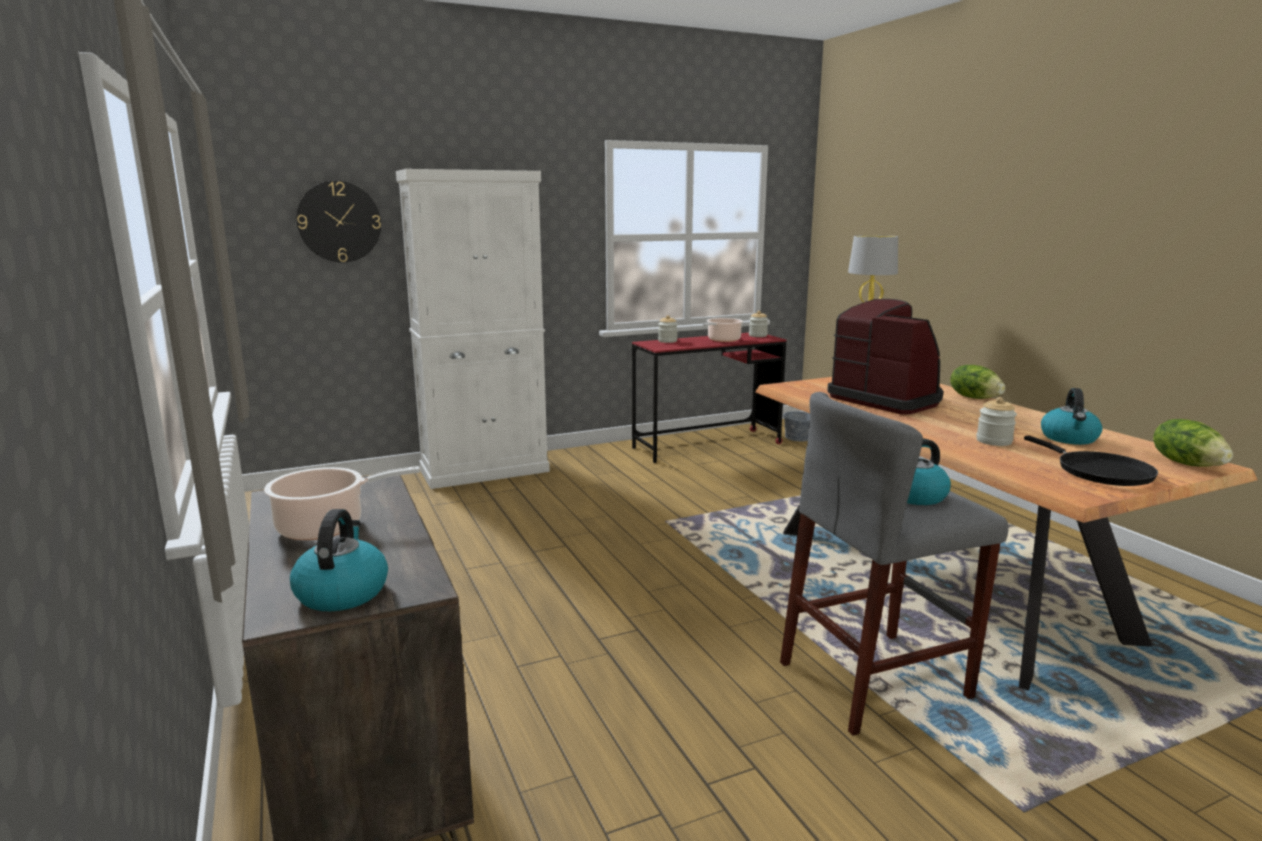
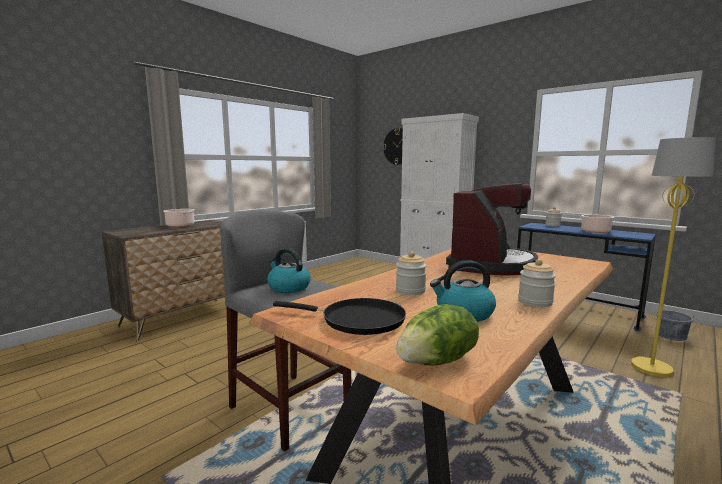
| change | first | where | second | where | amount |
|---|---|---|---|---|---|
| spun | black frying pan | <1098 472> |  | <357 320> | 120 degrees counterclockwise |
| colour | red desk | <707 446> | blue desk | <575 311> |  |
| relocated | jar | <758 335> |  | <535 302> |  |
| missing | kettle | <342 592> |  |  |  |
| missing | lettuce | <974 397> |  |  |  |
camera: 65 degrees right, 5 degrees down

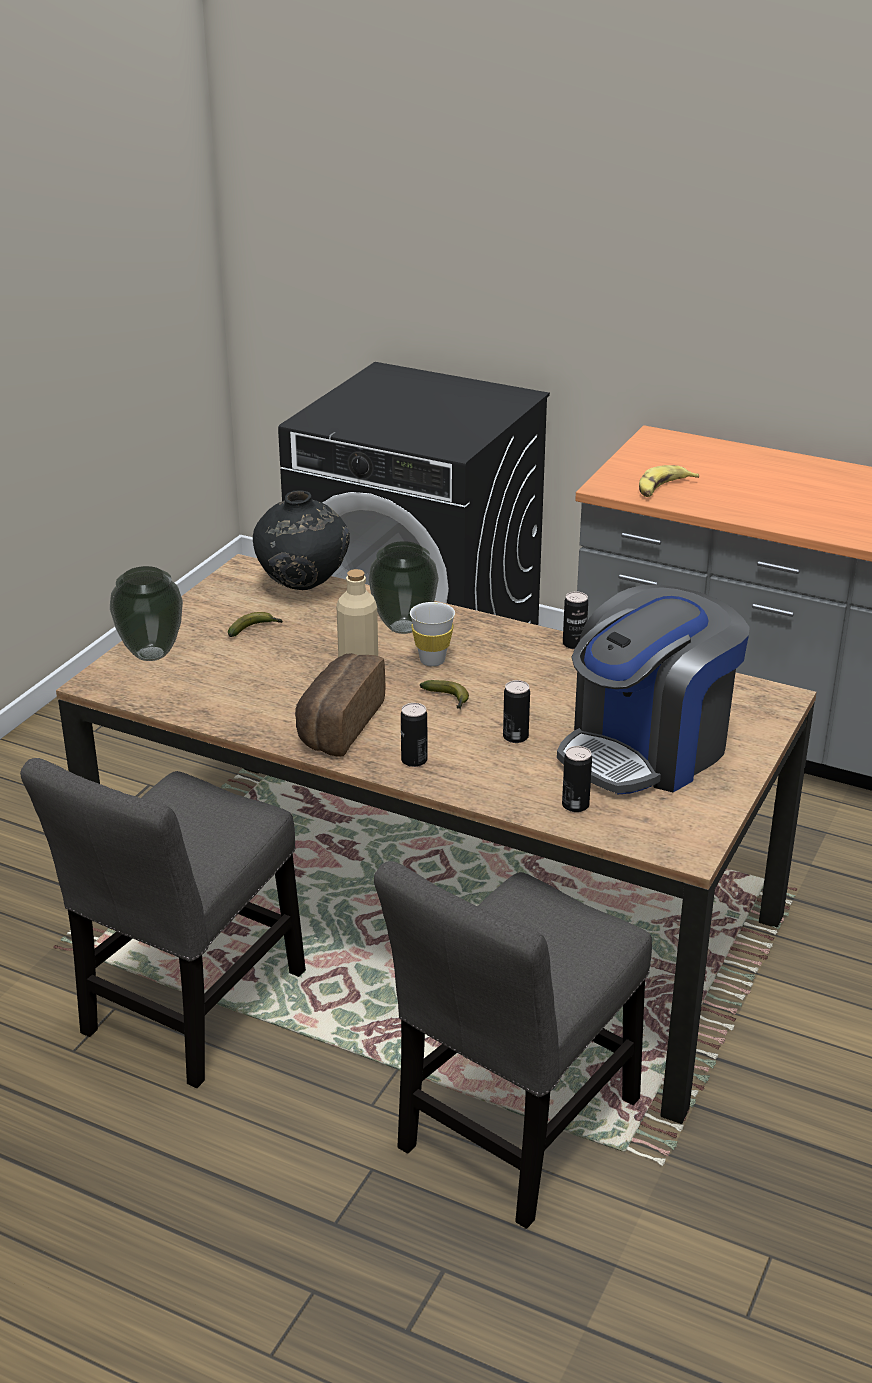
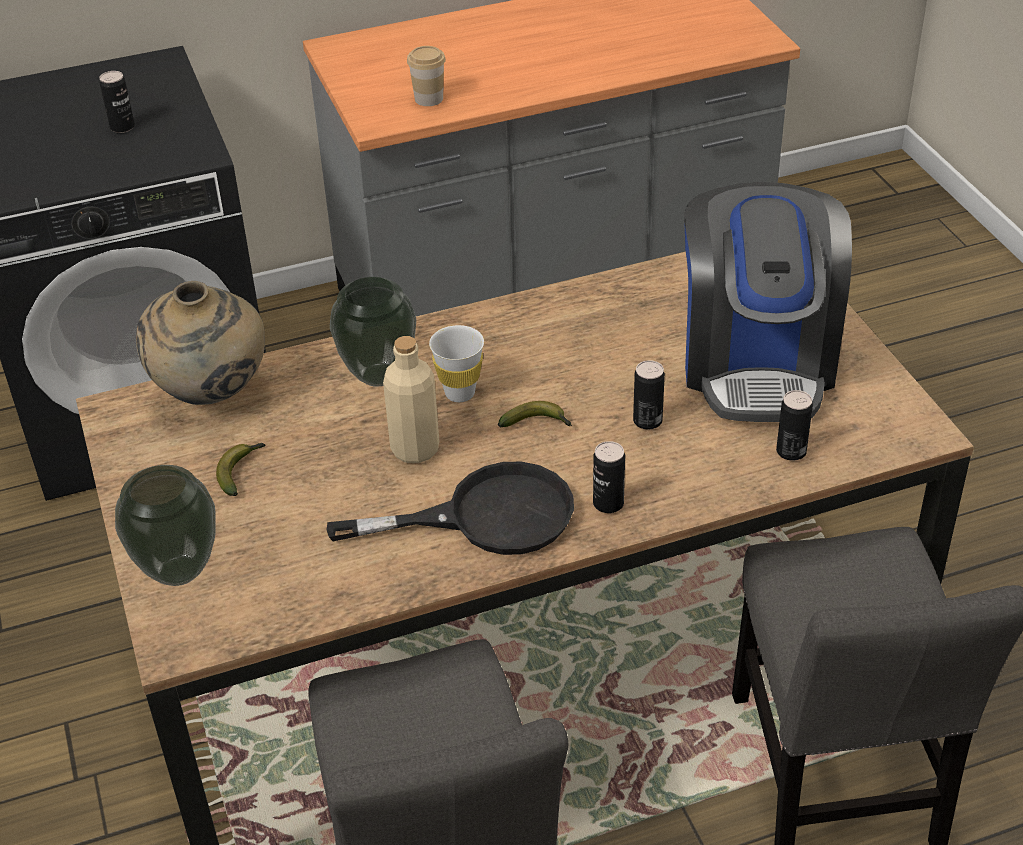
| change | first | where | second | where | amount |
|---|---|---|---|---|---|
| relocated | can | <574 644> |  | <122 127> |  |
| colour | black vase | <304 588> | beige vase | <213 394> |  |
| exchanged | bread | <337 724> | black frying pan | <486 517> |  |
| exchanged | banana | <663 489> | cup | <429 99> |  |
camera: 45 degrees left, 10 degrees up

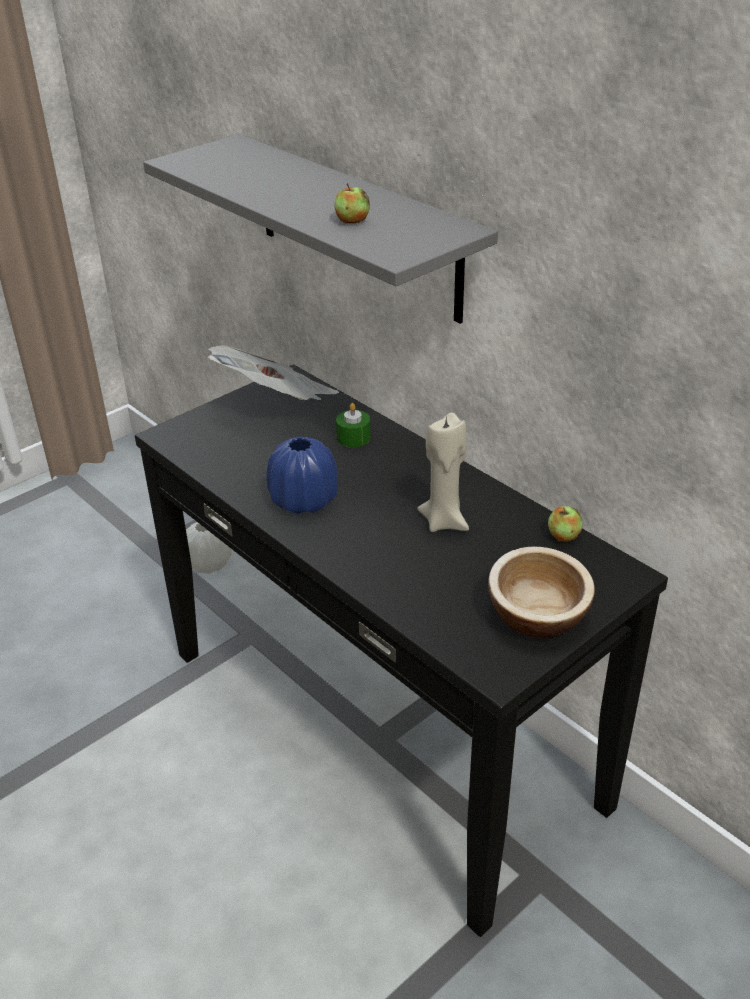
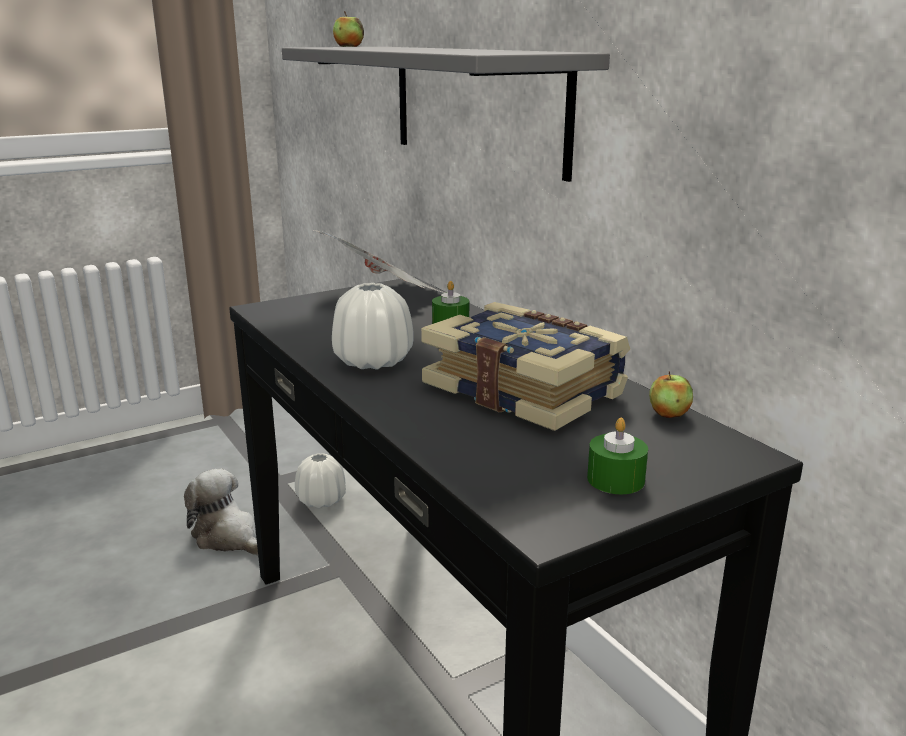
| change | first | where | second | where | amount |
|---|---|---|---|---|---|
| appeared |  |  | plush toy | <228 537> |  |
| colour | blue vase | <304 500> | white vase | <373 361> |  |
| relocated | apple | <352 221> |  | <349 47> |  |
| exchanged | beige candle | <444 521> | book | <525 389> |  |
| exchanged | bowl | <537 616> | green candle | <615 479> |  |
camera: 10 degrees right, 15 degrees down

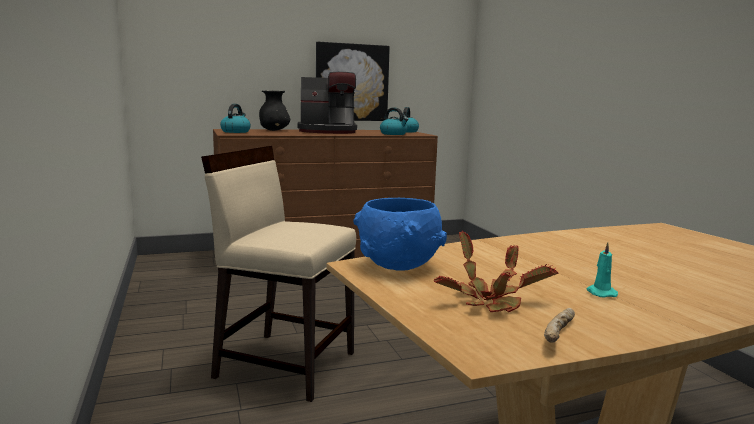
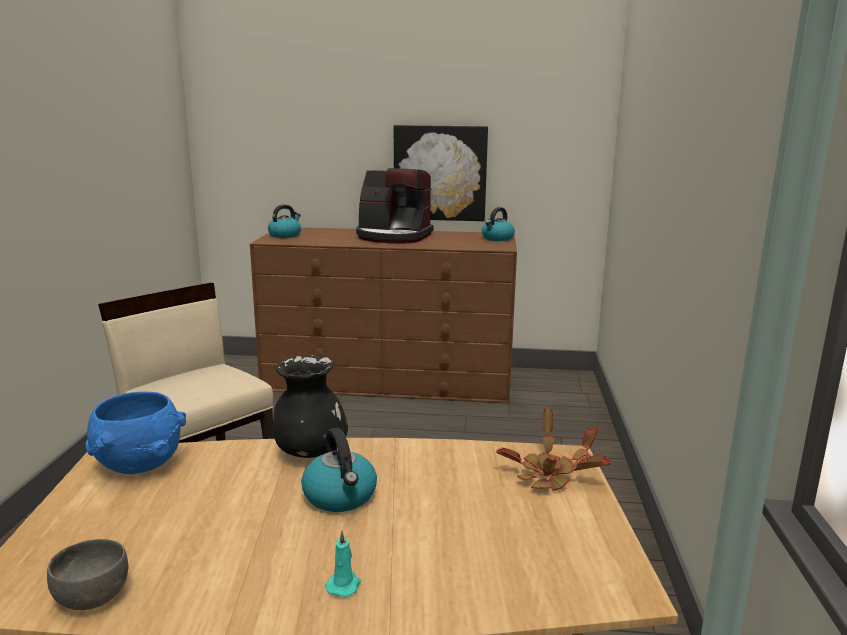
| change | first | where | second | where | amount |
|---|---|---|---|---|---|
| exchanged | bread | <560 335> | grey bowl | <91 596> |  |
| relocated | black vase | <274 130> |  | <310 451> |  |
| relocated | kettle | <394 134> |  | <340 496> |  |
| relocated | turquoise candle | <600 293> |  | <344 585> |  |
| relocated | potted plant | <489 299> |  | <550 474> |  |
camera: 25 degrees right, 5 degrees up

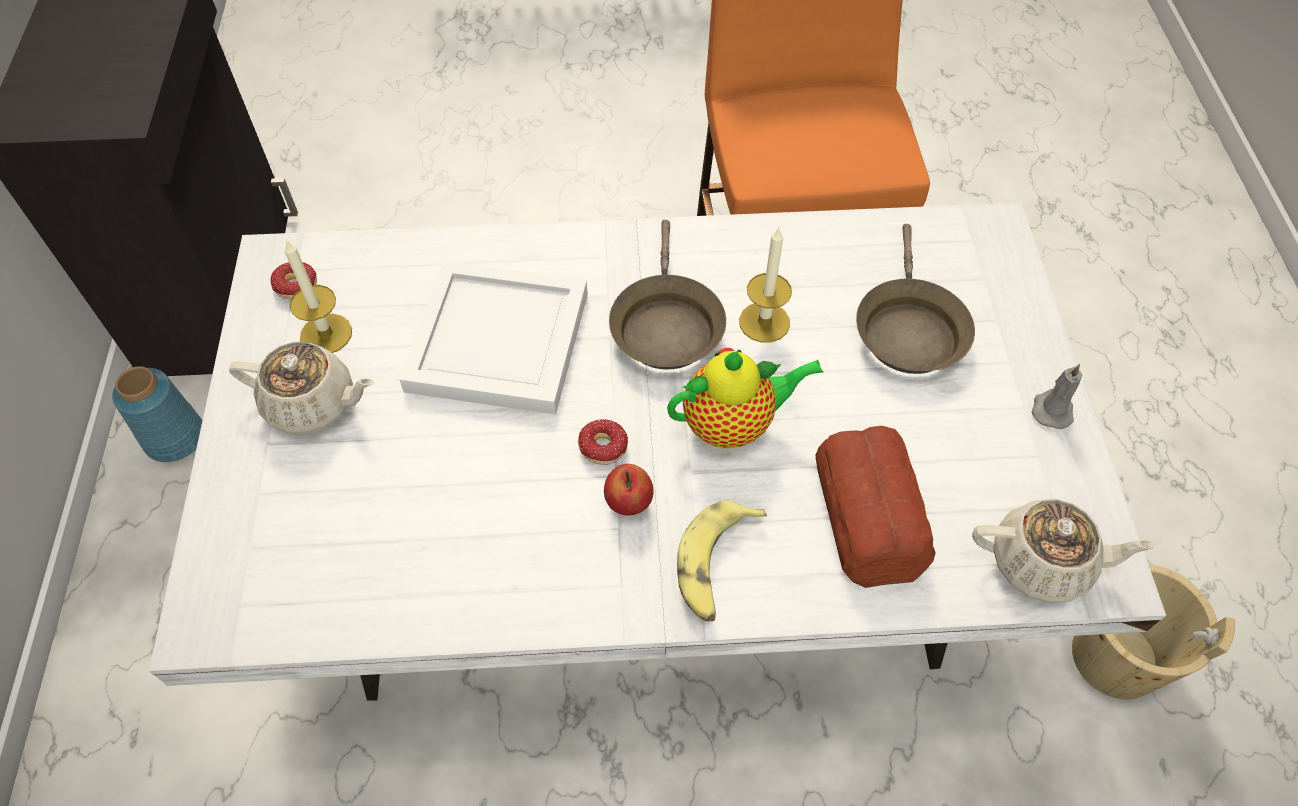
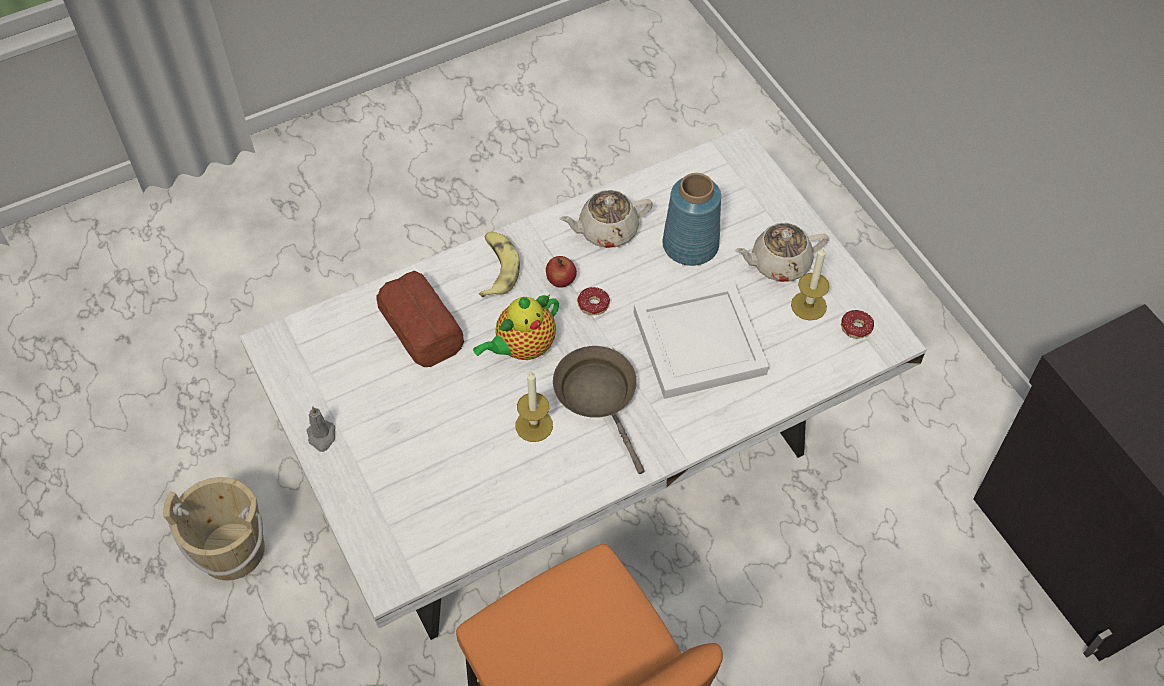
| change | first | where | second | where | amount |
|---|---|---|---|---|---|
| relocated | beige teapot | <1042 563> |  | <606 230> |  |
| relocated | blue vase | <176 437> |  | <690 246> |  |
| missing | brown frying pan | <908 329> |  |  |  |
camera: 155 degrees right, 0 degrees up

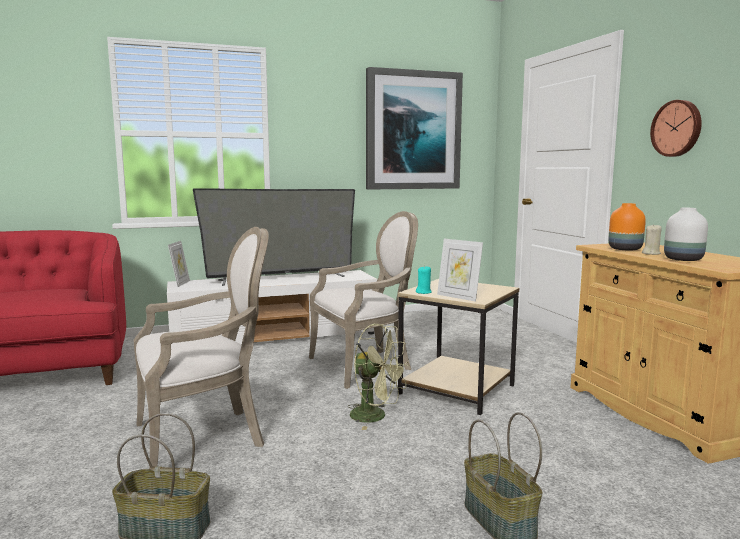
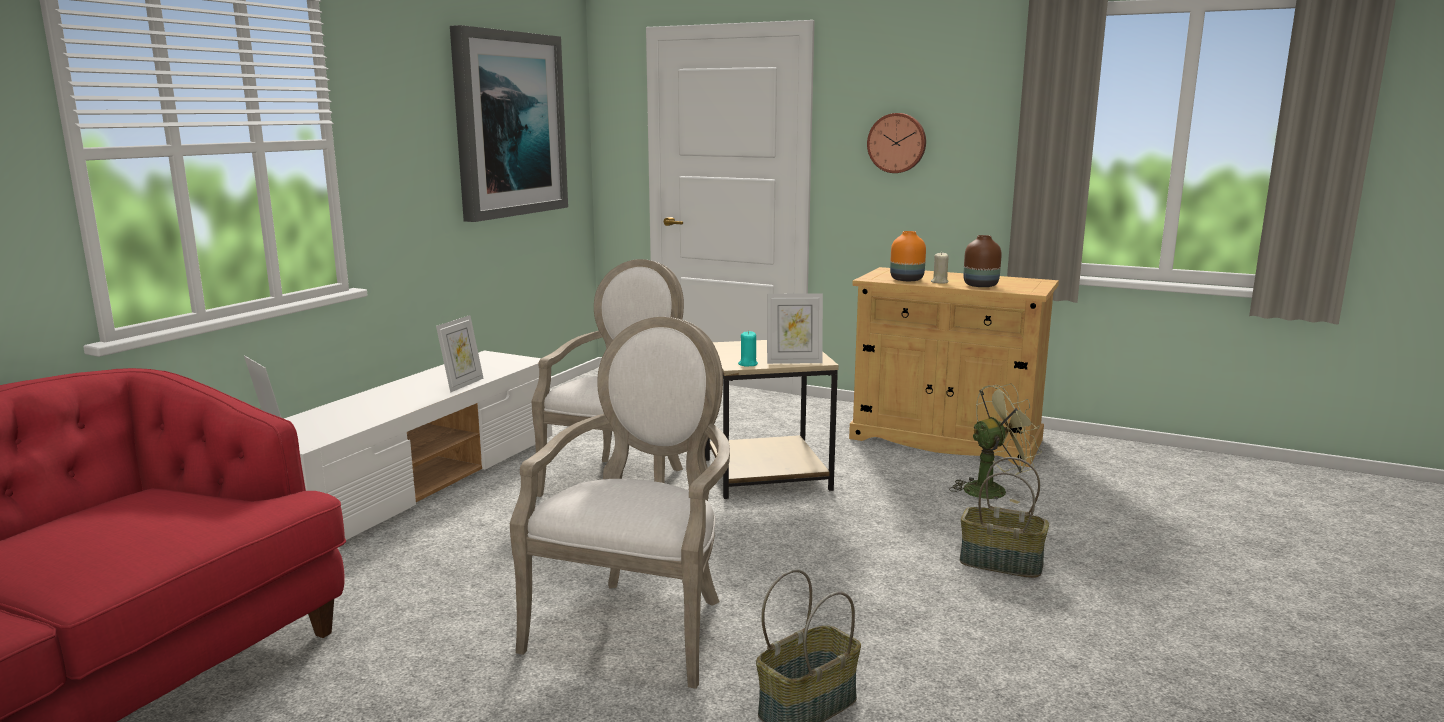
| change | first | where | second | where | amount |
|---|---|---|---|---|---|
| appeared |  |  | picture frame | <462 384> |  |
| relocated | green fan | <376 417> |  | <992 490> |  |
| colour | white vase | <682 259> | brown vase | <979 285> |  |
| missing | television | <281 278> |  |  |  |
camera: 45 degrees left, 5 degrees up

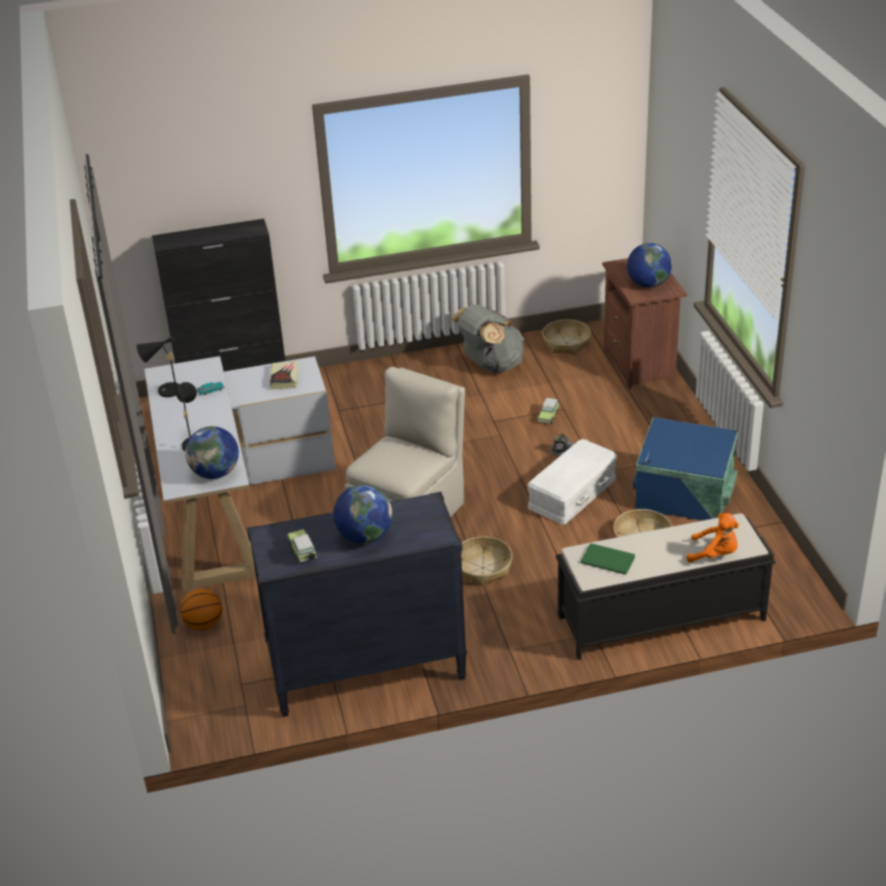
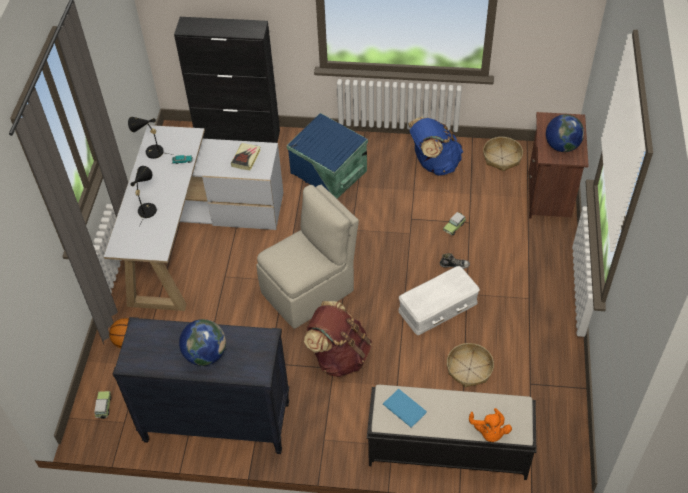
| change | first | where | second | where | amount |
|---|---|---|---|---|---|
| relocated | toy car | <303 552> |  | <103 408> |  |
| relocated | blue storage box | <685 496> |  | <328 173> |  |
| exchanged | basket | <482 567> | brown backpack | <339 356> |  |
| colour | green book | <607 559> | blue book | <404 407> |  |
| colour | grey backpack | <490 365> | blue backpack | <434 163> |  |
| spun | orange plush toy | <715 554> |  | <489 432> | 45 degrees clockwise |
| missing | globe | <215 473> |  |  |  |
camera: 20 degrees right, 15 degrees up

